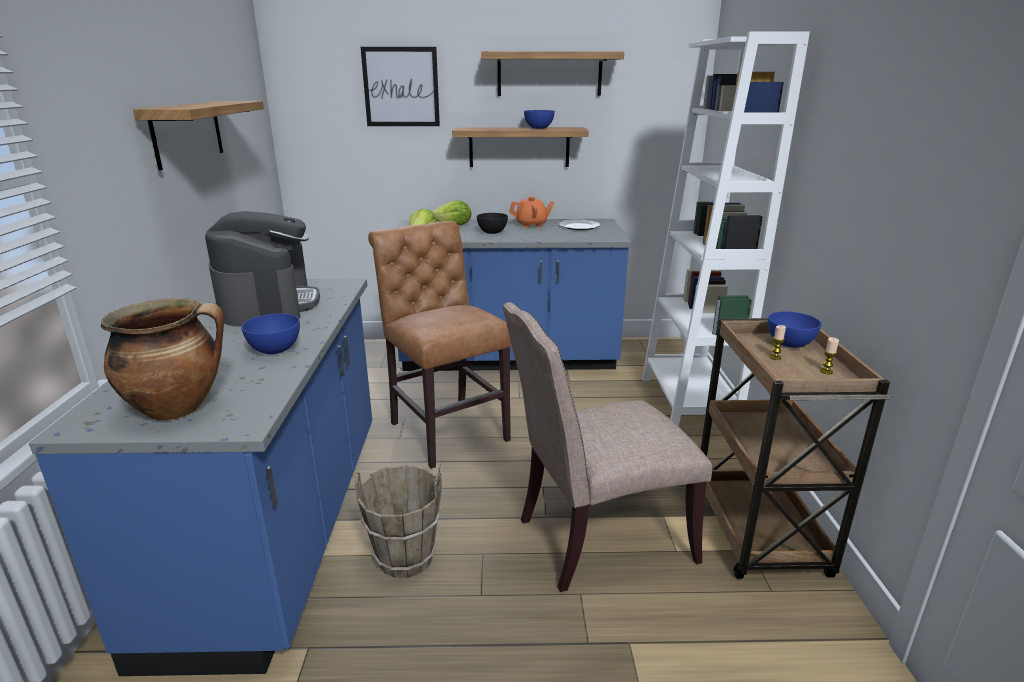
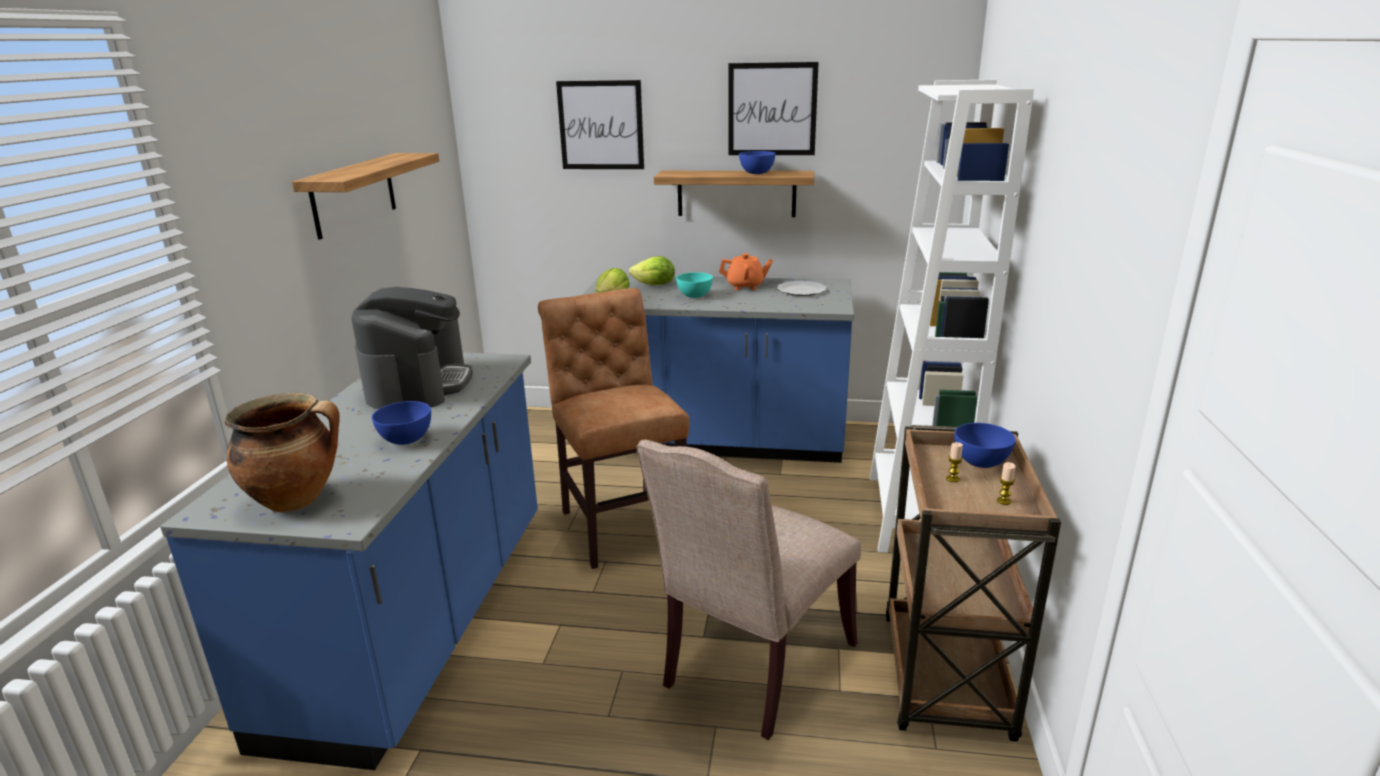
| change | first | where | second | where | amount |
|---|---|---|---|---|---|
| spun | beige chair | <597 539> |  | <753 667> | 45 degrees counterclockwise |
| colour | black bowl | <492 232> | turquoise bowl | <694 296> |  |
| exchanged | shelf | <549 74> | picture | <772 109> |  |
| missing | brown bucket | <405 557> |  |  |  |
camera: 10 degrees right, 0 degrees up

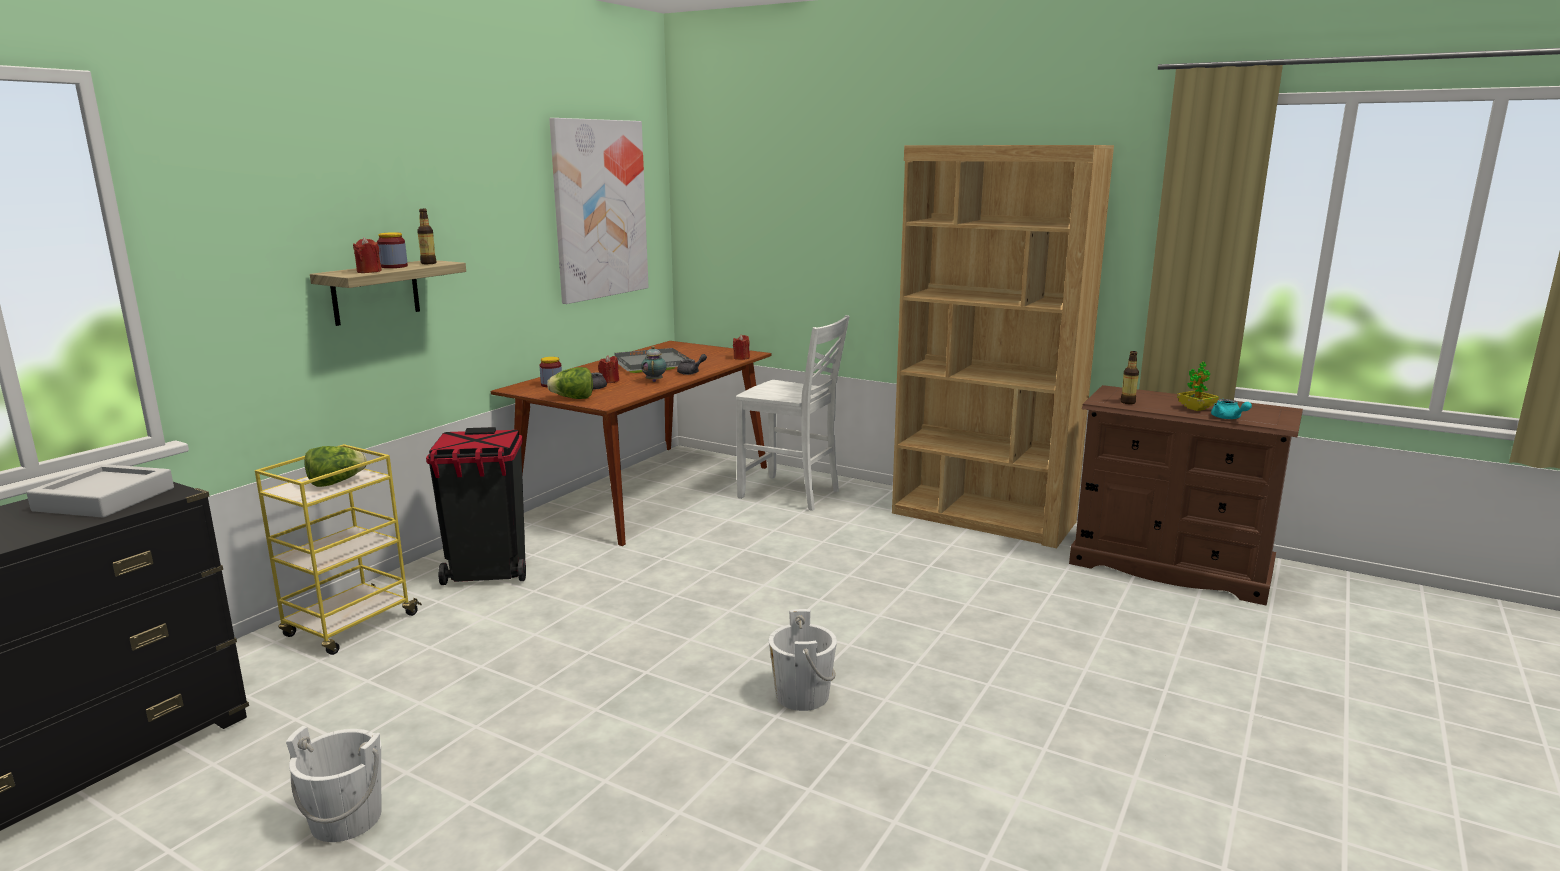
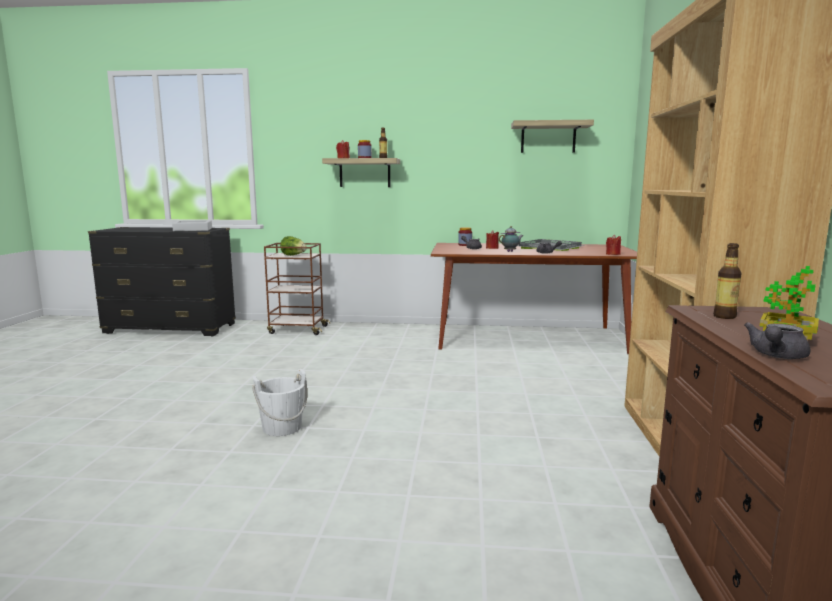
| change | first | where | second | where | amount |
|---|---|---|---|---|---|
| colour | yellow cart | <349 626> | brown cart | <297 330> |  |
| exchanged | picture | <599 209> | shelf | <548 138> |  |
| colour | turquoise teapot | <1228 418> | grey teapot | <776 356> |  |
| missing | white bucket | <346 819> |  |  |  |
| missing | black trash can | <488 573> |  |  |  |
| missing | lettuce | <573 398> |  |  |  |
| missing | white chair | <791 494> |  |  |  |
camera: 65 degrees right, 5 degrees down

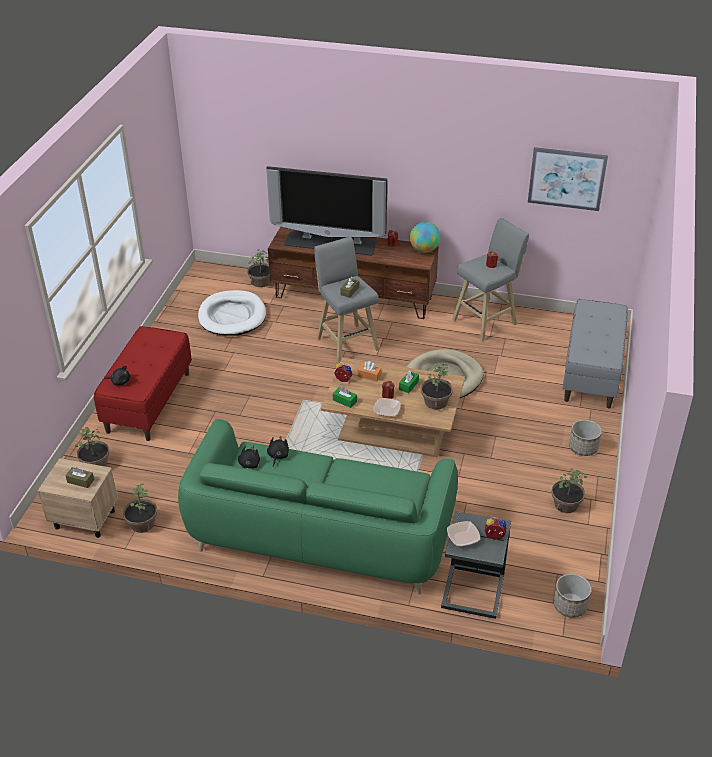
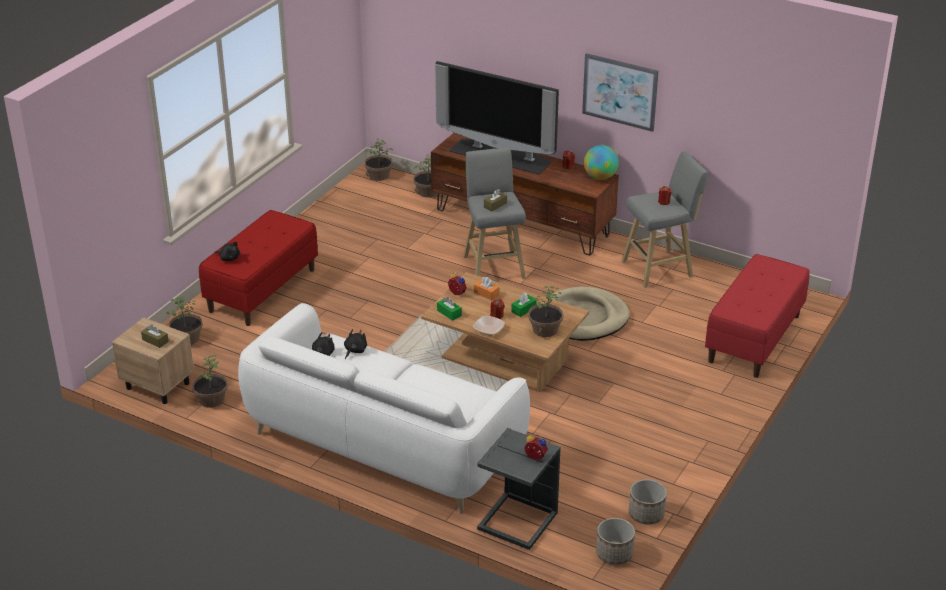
| change | first | where | second | where | amount |
|---|---|---|---|---|---|
| colour | green sofa | <320 536> | white sofa | <383 443> |  |
| relocated | potted plant | <565 504> |  | <379 175> |  |
| relocated | picture | <566 178> |  | <620 91> |  |
| relocated | planter | <583 447> |  | <646 514> |  |
| colour | grey bench | <591 372> | red bench | <754 339> |  |
| missing | white dog bed | <232 316> |  |  |  |
| missing | bowl | <463 538> |  |  |  |
camera: 15 degrees right, 5 degrees down

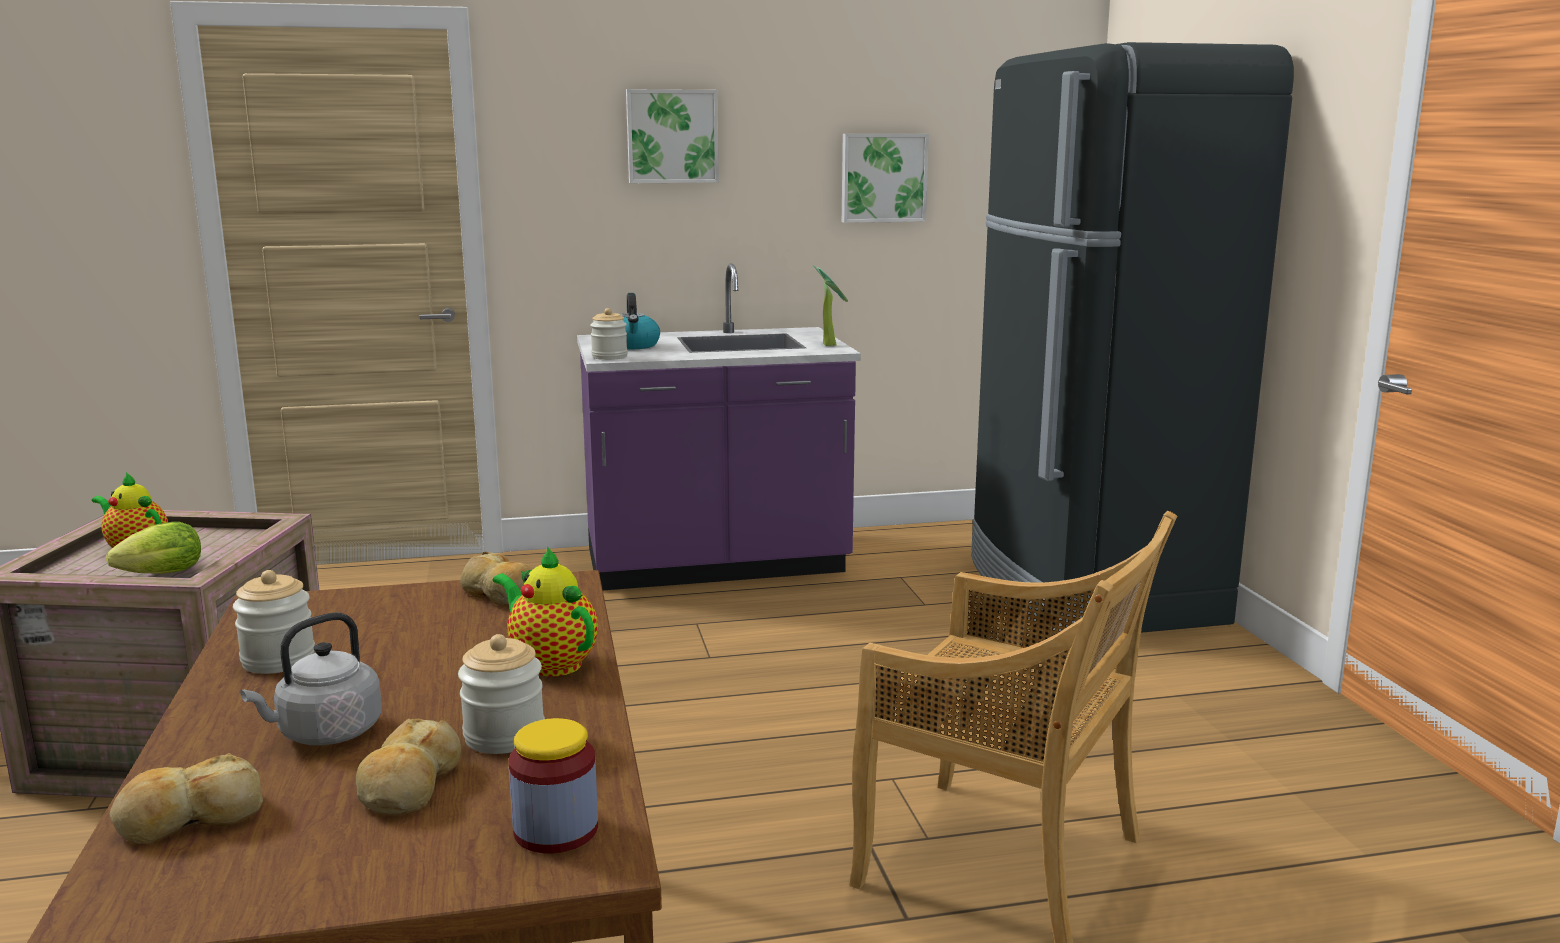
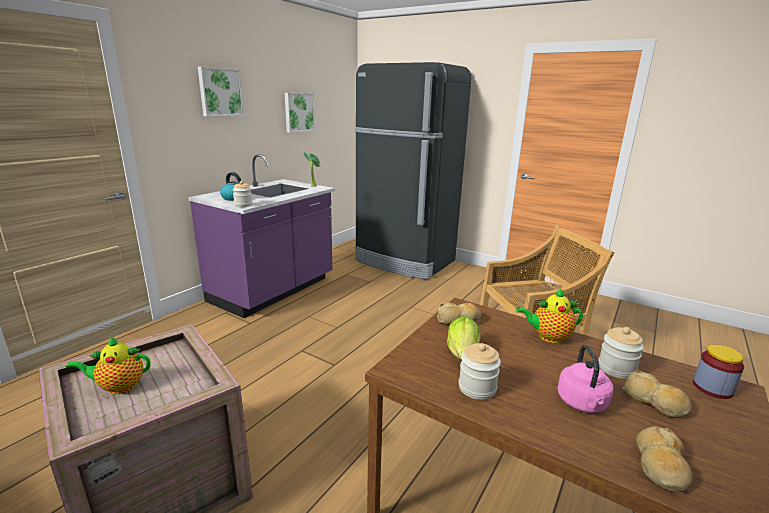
| change | first | where | second | where | amount |
|---|---|---|---|---|---|
| relocated | lettuce | <157 575> |  | <461 355> |  |
| colour | grey kettle | <325 734> | pink kettle | <582 404> |  |
camera: 45 degrees left, 5 degrees up

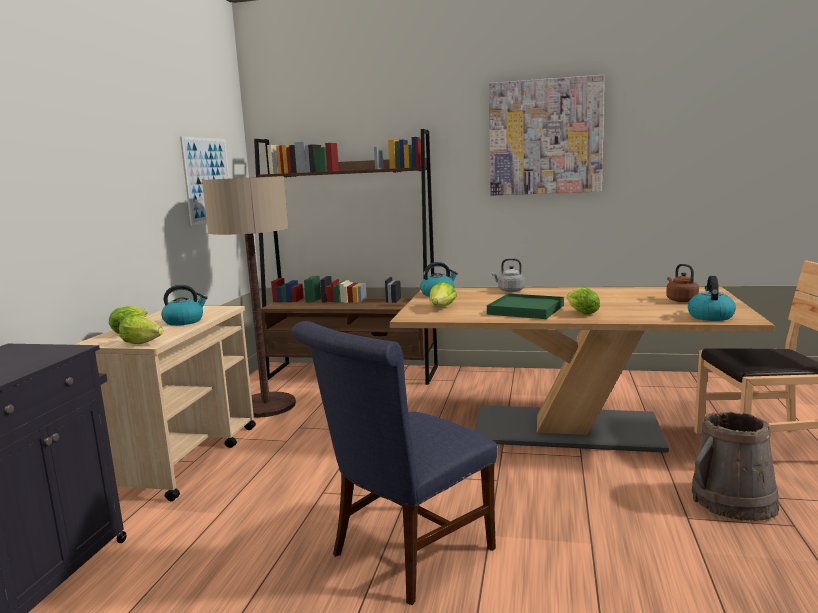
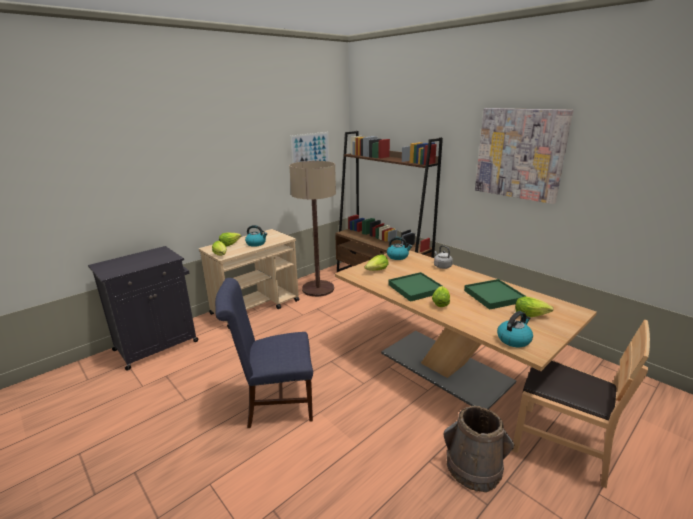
| change | first | where | second | where | amount |
|---|---|---|---|---|---|
| appeared |  |  | green tray | <493 296> |  |
| exchanged | brown kettle | <680 300> | lettuce | <530 315> |  |
camera: 35 degrees right, 10 degrees up

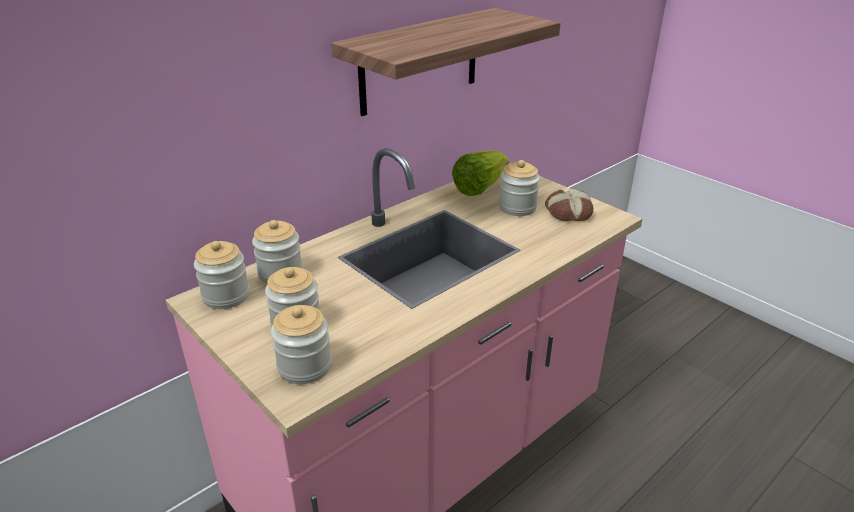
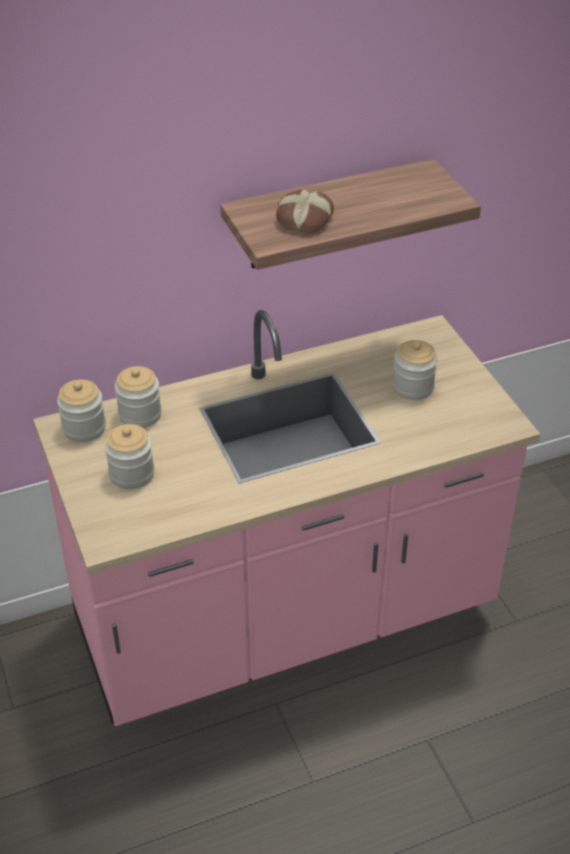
| change | first | where | second | where | amount |
|---|---|---|---|---|---|
| relocated | bread | <568 211> |  | <303 218> |  |
| missing | jar | <304 366> |  |  |  |
| missing | lettuce | <479 187> |  |  |  |
camera: 20 degrees right, 10 degrees up

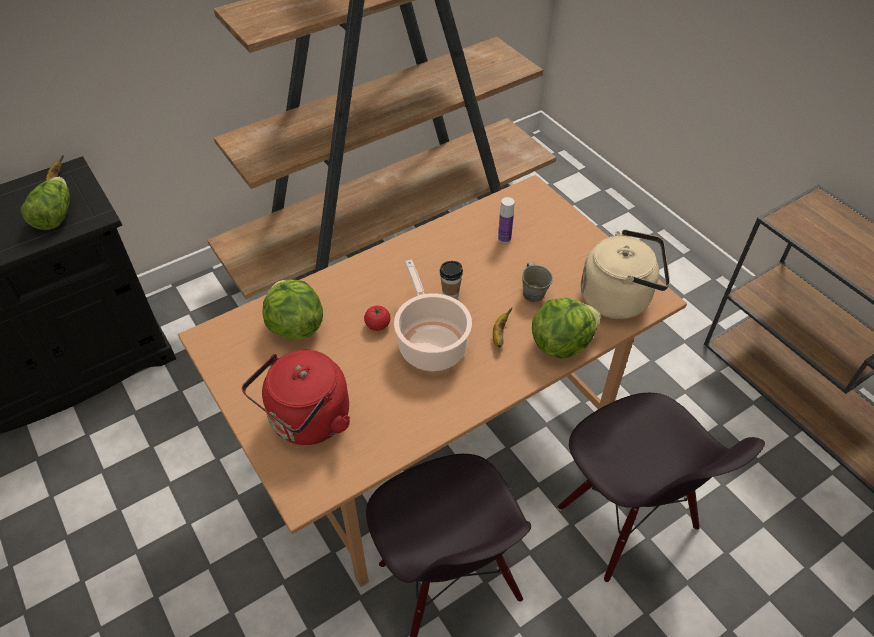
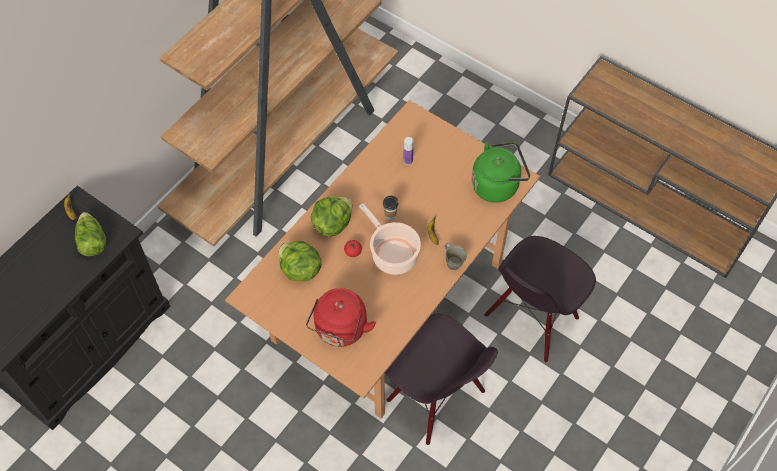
| change | first | where | second | where | amount |
|---|---|---|---|---|---|
| relocated | lettuce | <561 343> |  | <332 224> |  |
| relocated | grey mug | <533 293> |  | <453 262> |  |
| colour | beige kettle | <619 298> | green kettle | <497 185> |  |
| spun | black chair | <625 519> |  | <532 319> | 90 degrees clockwise |
camera: 20 degrees left, 10 degrees up

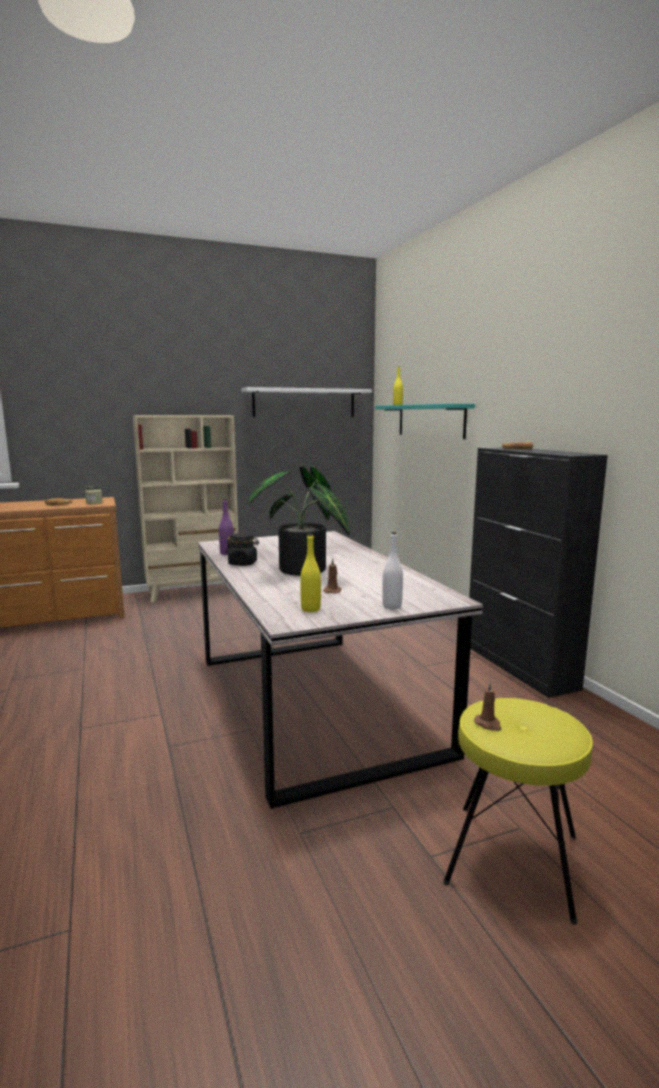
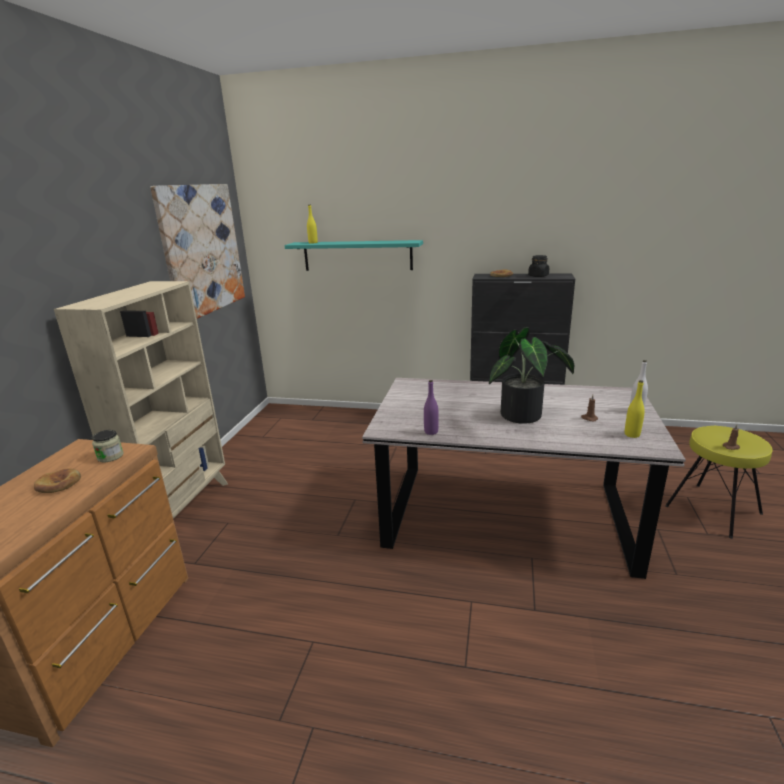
| change | first | where | second | where | amount |
|---|---|---|---|---|---|
| exchanged | white shelf | <304 403> | picture | <202 250> |  |
| relocated | black jar | <243 563> |  | <538 276> |  |
camera: 55 degrees left, 10 degrees up

